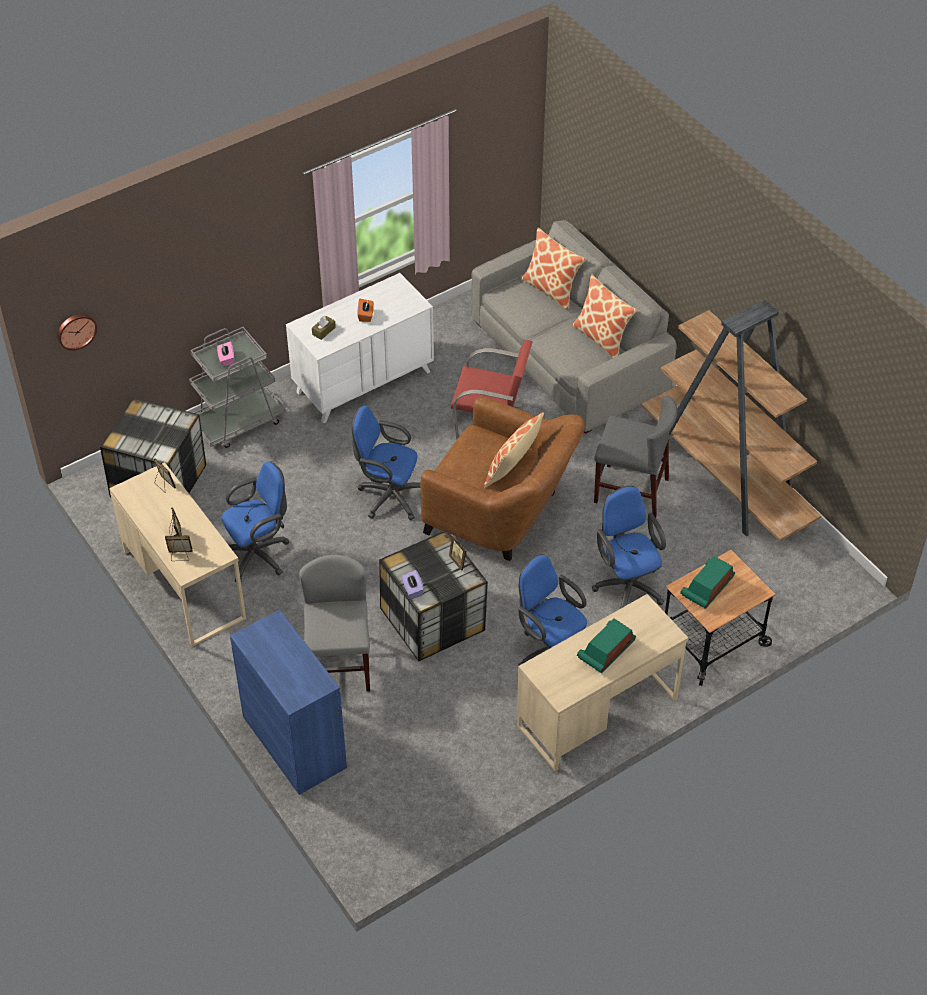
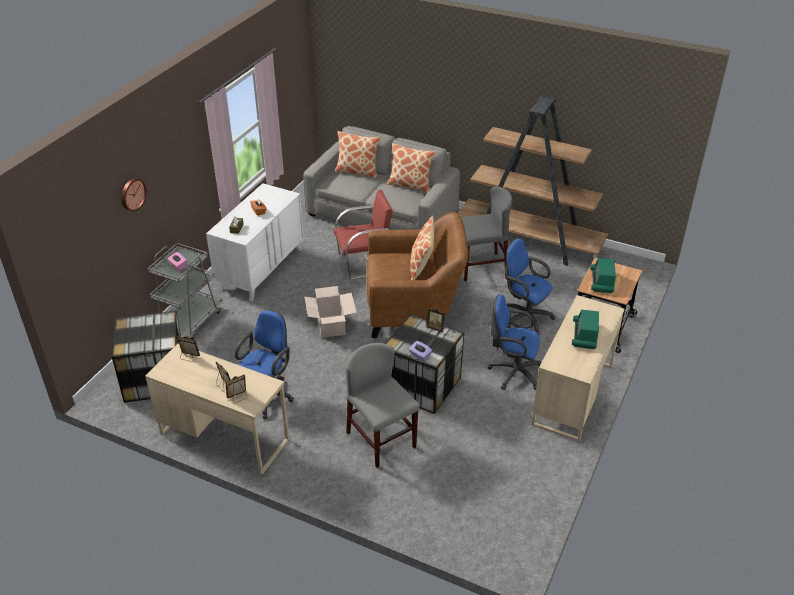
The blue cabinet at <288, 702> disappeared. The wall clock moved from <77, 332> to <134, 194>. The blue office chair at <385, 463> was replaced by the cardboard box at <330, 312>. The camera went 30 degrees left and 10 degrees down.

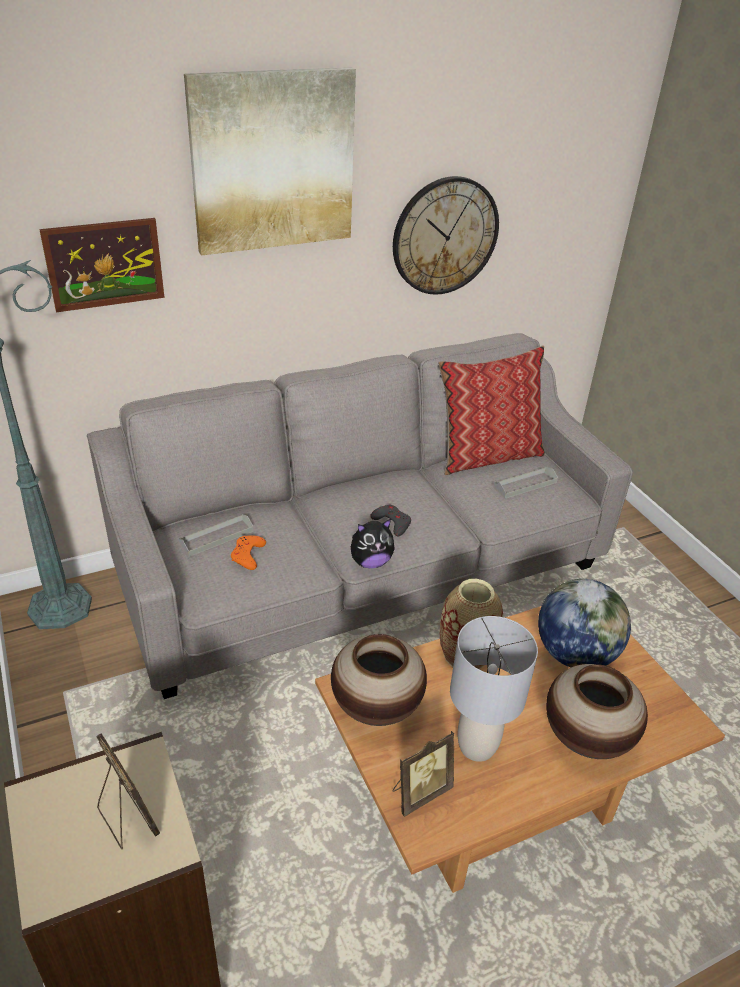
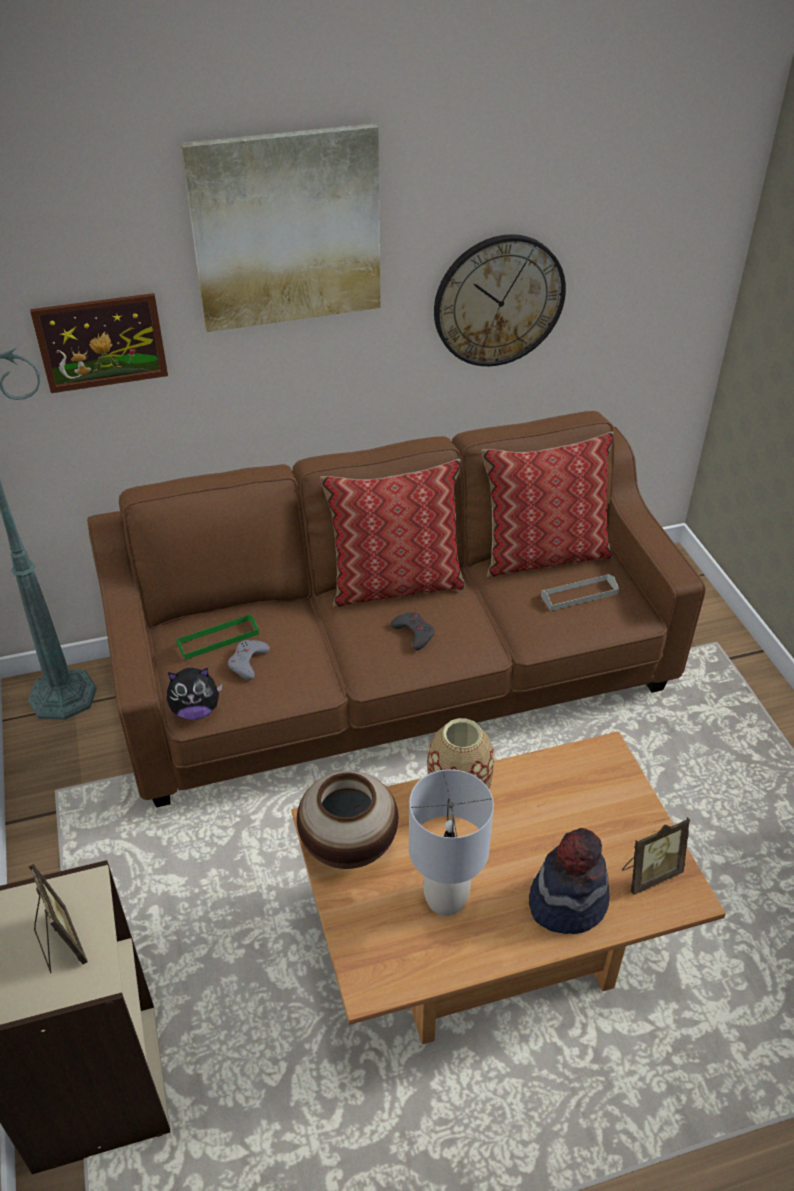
The globe at <584, 623> disappeared. The pillow at <392, 533> appeared. The plush toy moved from <373, 543> to <195, 694>. The picture frame moved from <423, 774> to <656, 856>. The vase at <597, 711> was replaced by the hat at <569, 881>. The grey sofa at <360, 516> became the brown sofa at <396, 609>. The grey tray at <215, 535> became the green tray at <217, 637>. The orange game controller at <248, 553> became the grey game controller at <249, 660>. The camera went 10 degrees right and 5 degrees up.

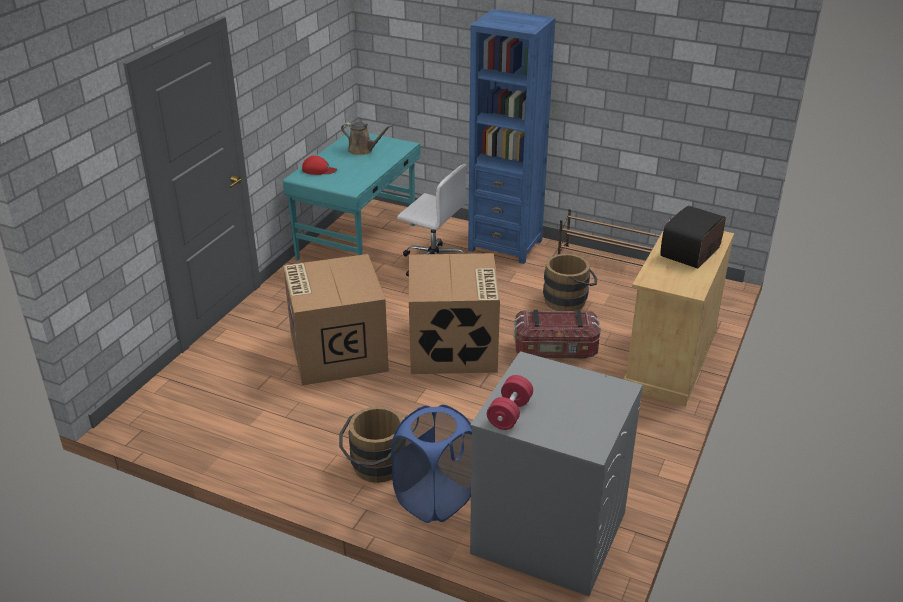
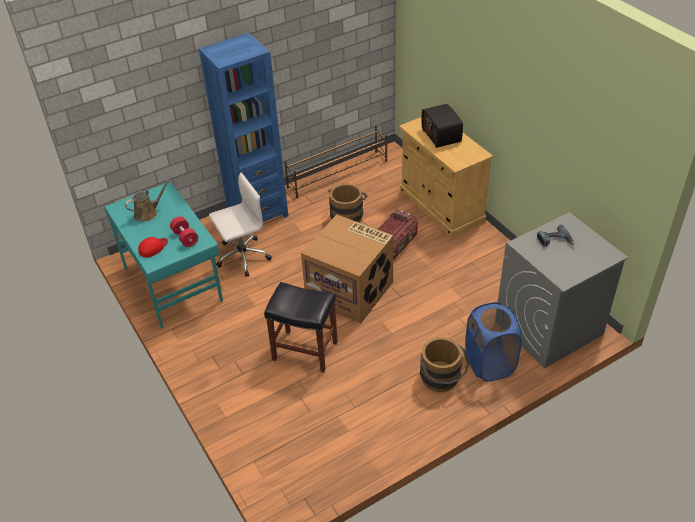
The power drill at <555, 235> appeared. The red dumbbell moved from <510, 402> to <184, 231>. The cardboard box at <336, 320> was replaced by the black stool at <301, 327>. The camera went 55 degrees left and 10 degrees up.

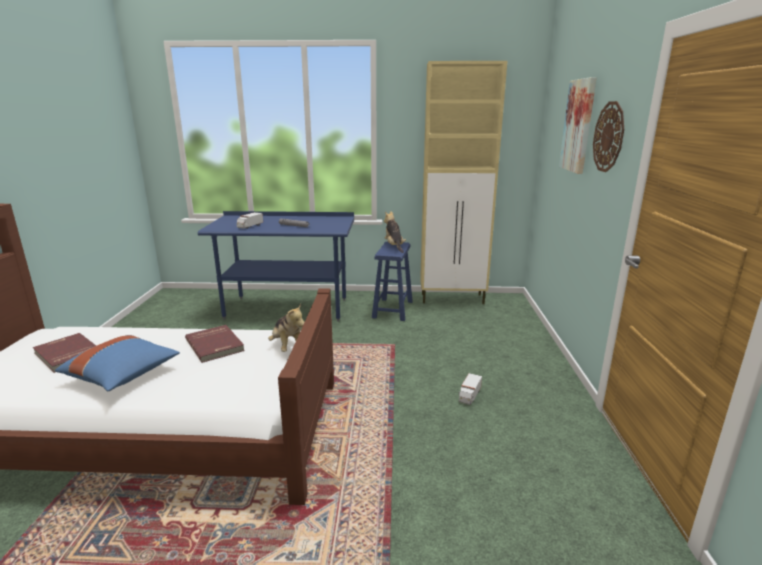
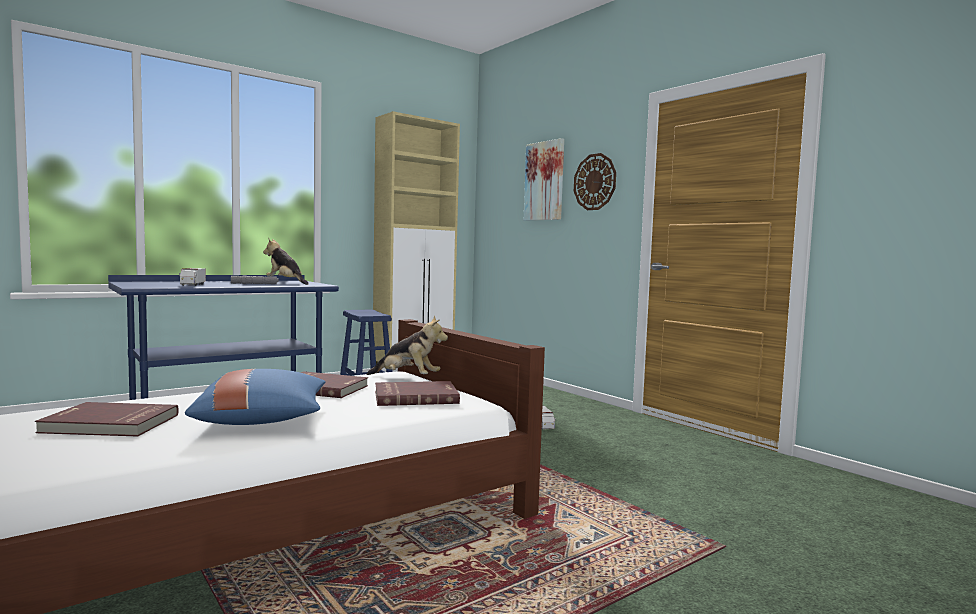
The red book at <417, 393> appeared. The plush toy moved from <395, 232> to <286, 261>. The camera went 40 degrees left and 15 degrees down.

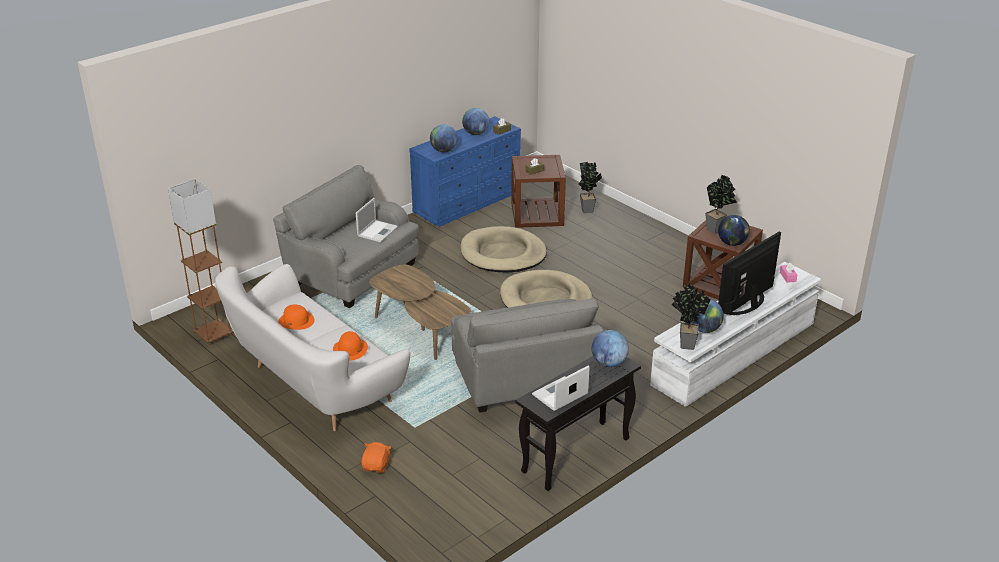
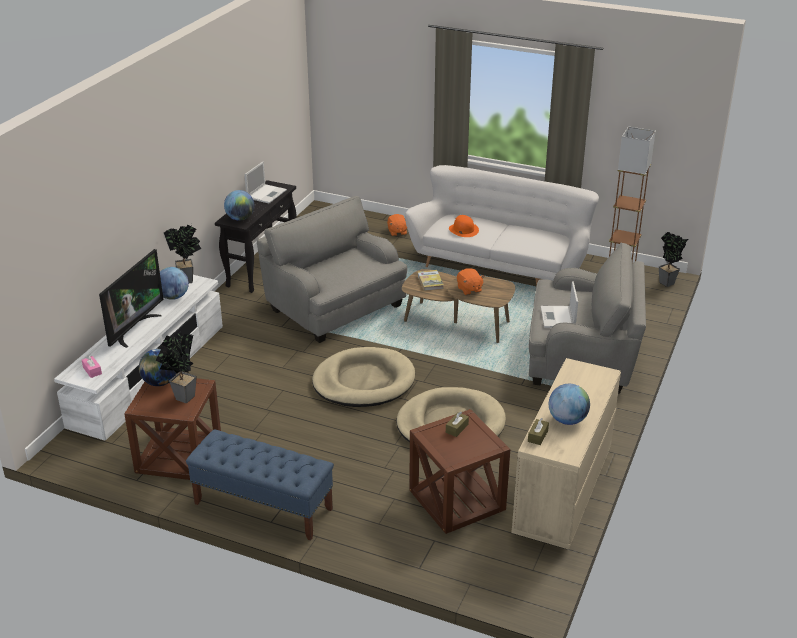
The orange hat at <296, 317> disappeared. The globe at <444, 138> disappeared. The blue bench at <260, 484> appeared. The book at <431, 280> appeared. The orange plush toy at <471, 281> appeared. The potted plant moved from <590, 187> to <673, 259>. The blue dresser at <465, 171> became the beige dresser at <566, 454>. The camera went 155 degrees right and 0 degrees up.

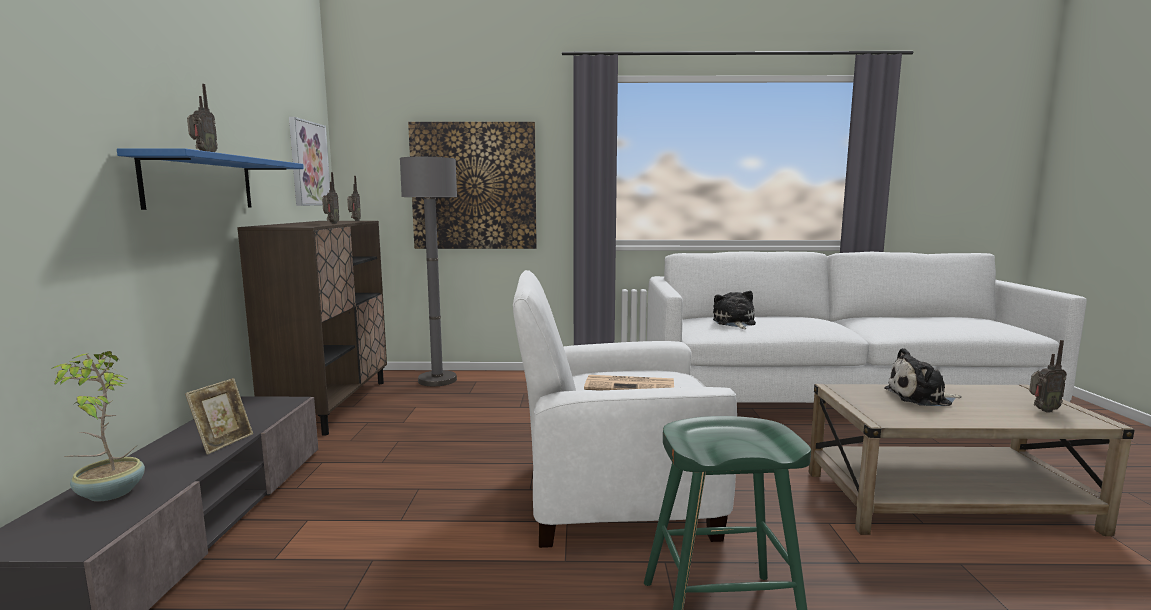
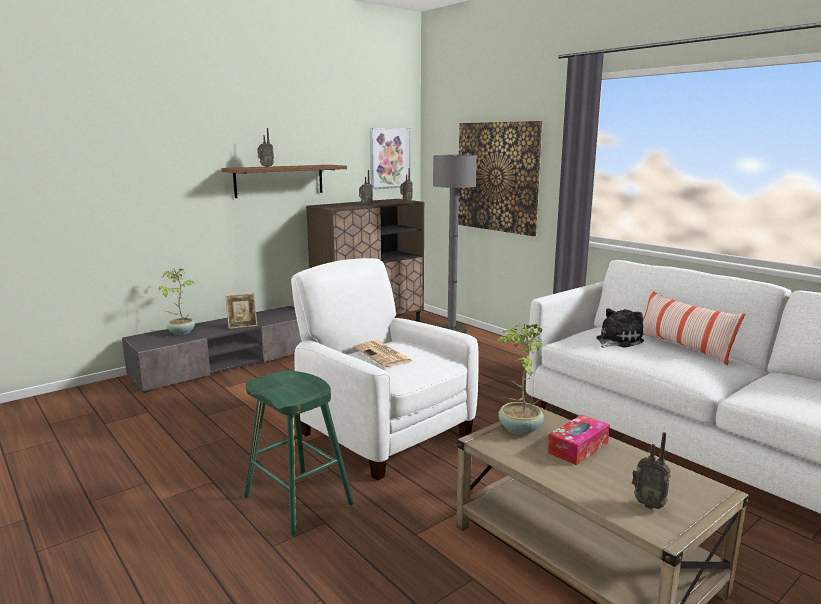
The potted plant at <520, 379> appeared. The pillow at <694, 327> appeared. The plush toy at <923, 377> was replaced by the tissue box at <579, 439>. The blue shelf at <210, 179> became the brown shelf at <284, 181>. The camera went 50 degrees right and 5 degrees up.

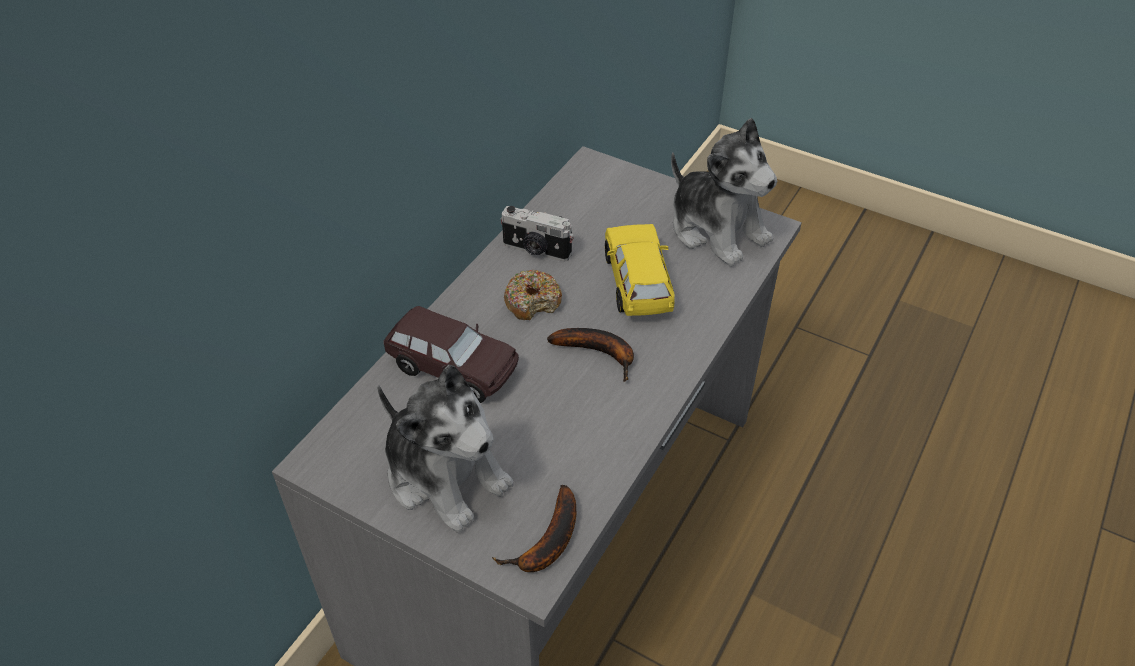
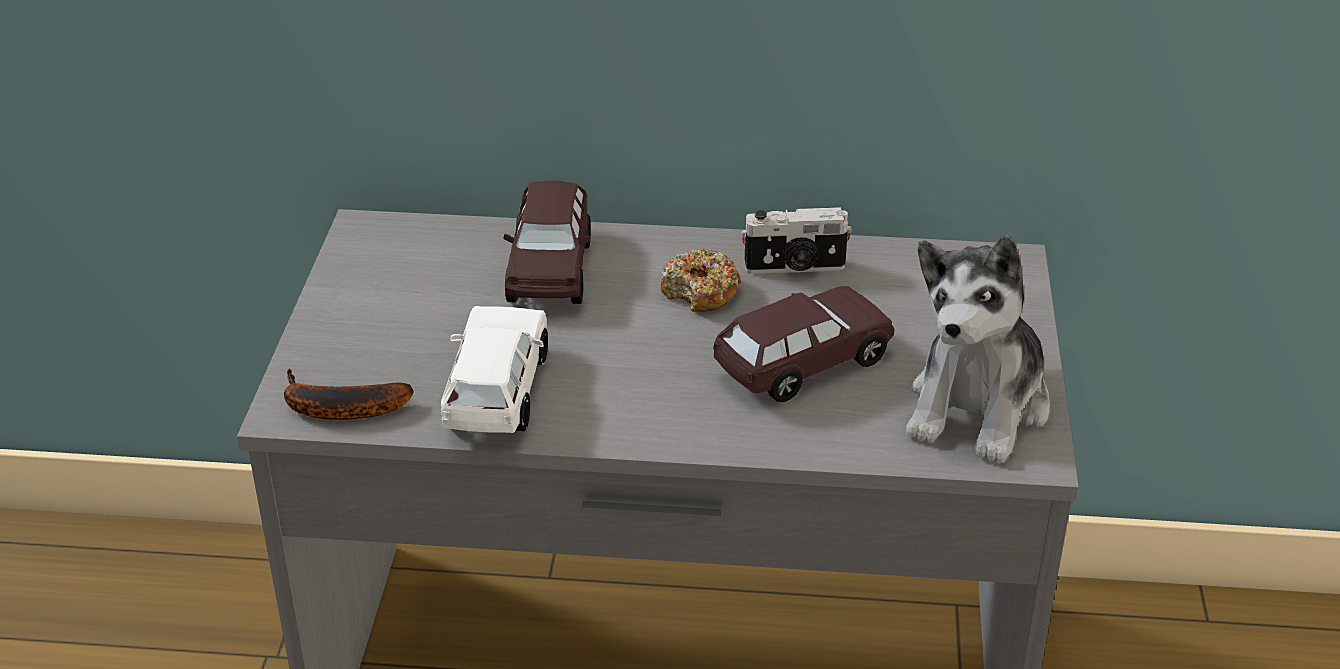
The plush toy at <445, 449> disappeared. The banana at <590, 355> disappeared. The white toy car at <494, 369> appeared. The yellow toy car at <640, 270> became the brown toy car at <804, 344>. The photo camera at <537, 234> turned 90 degrees counterclockwise. The camera went 65 degrees right and 10 degrees down.

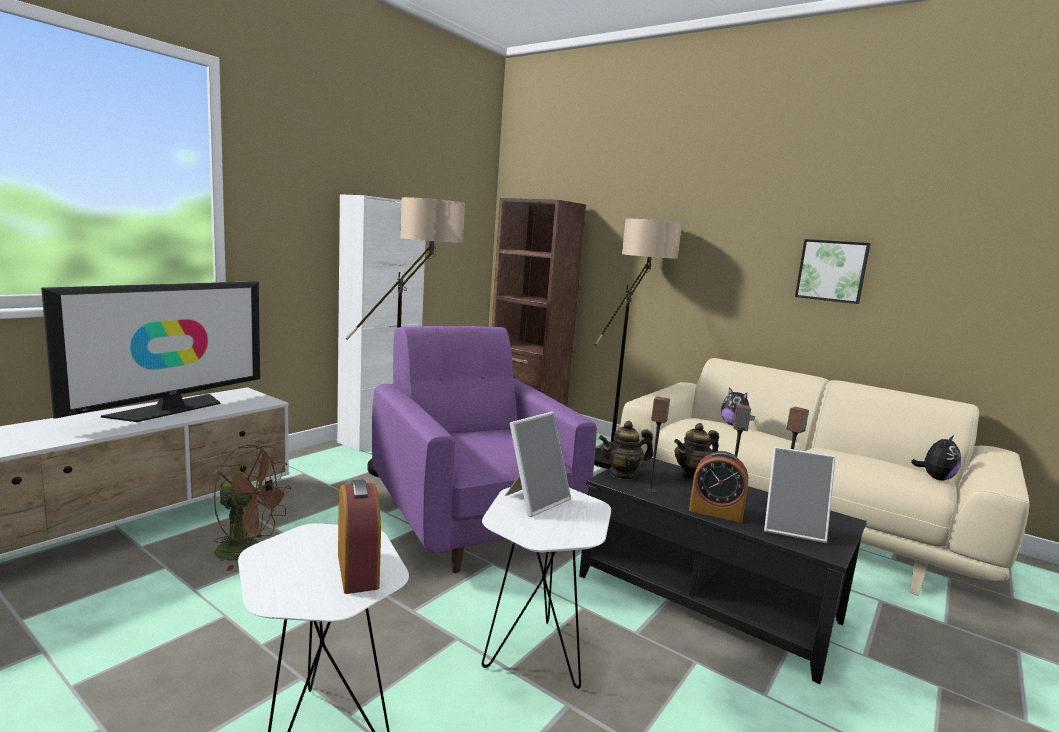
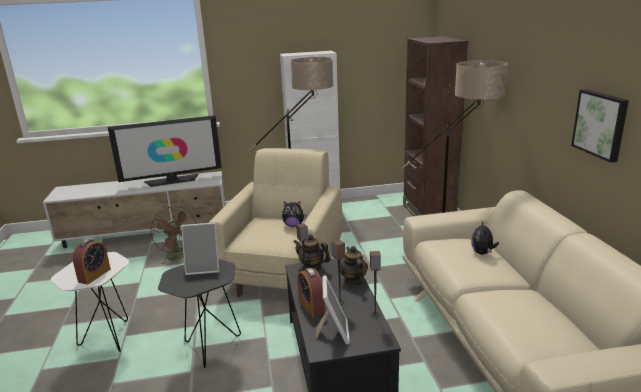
The plush toy moved from <936, 457> to <294, 214>. The purple armchair at <484, 449> became the beige armchair at <275, 222>. The white side table at <546, 588> became the black side table at <199, 314>. The teapot at <696, 452> turned 60 degrees clockwise. The picture frame at <800, 495> turned 150 degrees counterclockwise. The camera went 45 degrees right and 10 degrees up.

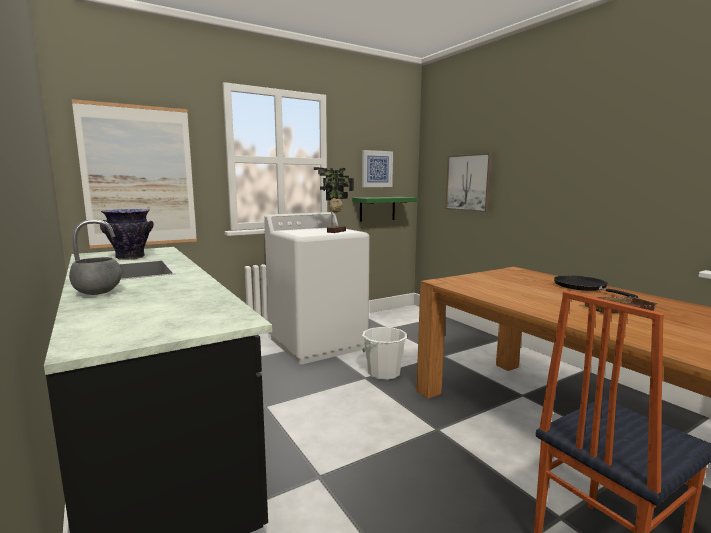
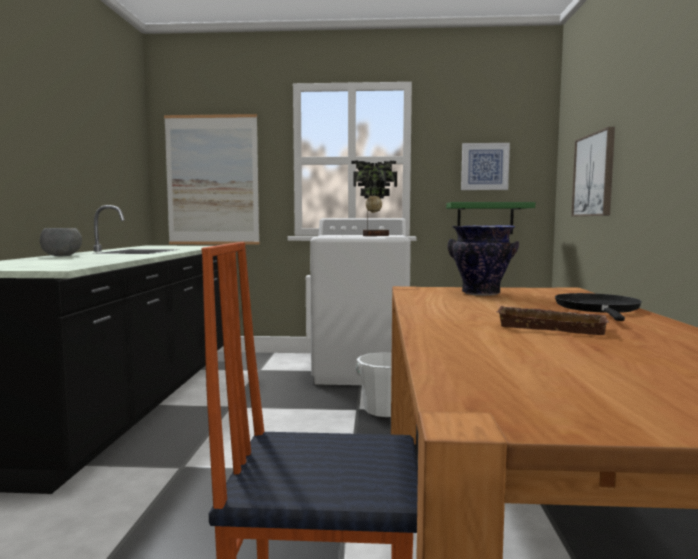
The vase moved from <127, 234> to <483, 260>. The camera went 35 degrees right and 5 degrees down.

